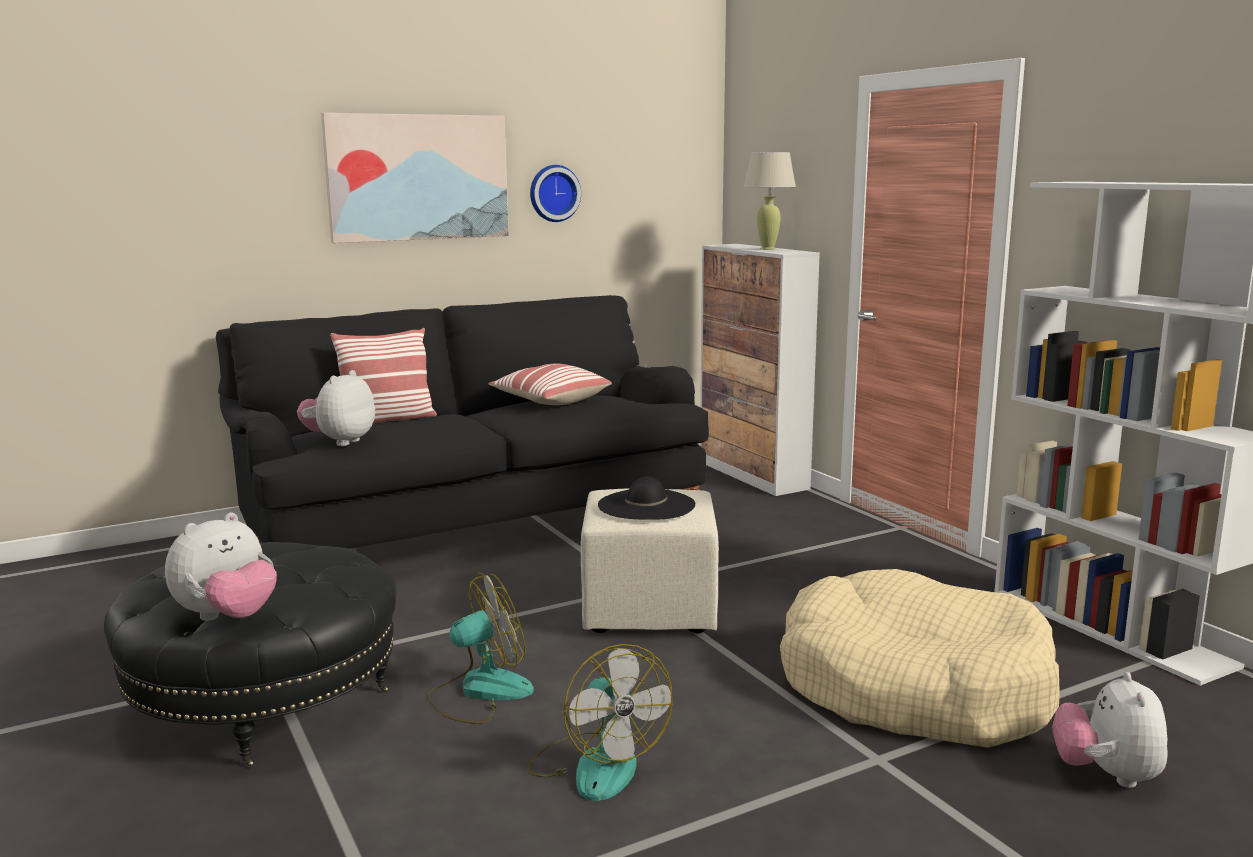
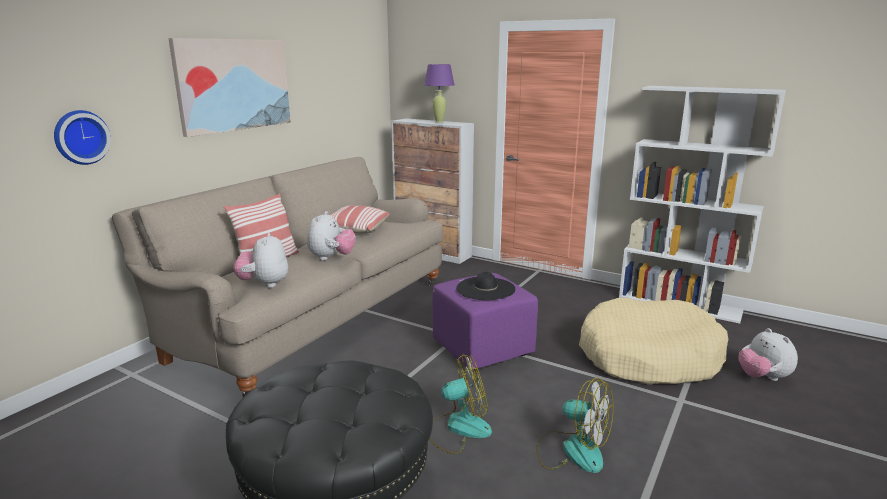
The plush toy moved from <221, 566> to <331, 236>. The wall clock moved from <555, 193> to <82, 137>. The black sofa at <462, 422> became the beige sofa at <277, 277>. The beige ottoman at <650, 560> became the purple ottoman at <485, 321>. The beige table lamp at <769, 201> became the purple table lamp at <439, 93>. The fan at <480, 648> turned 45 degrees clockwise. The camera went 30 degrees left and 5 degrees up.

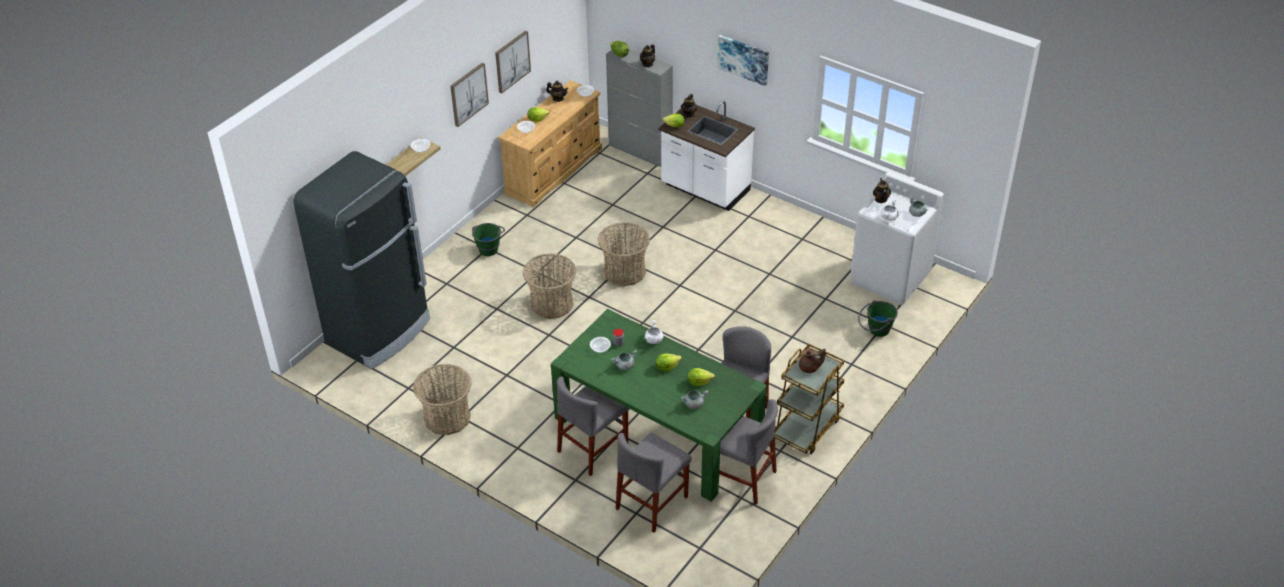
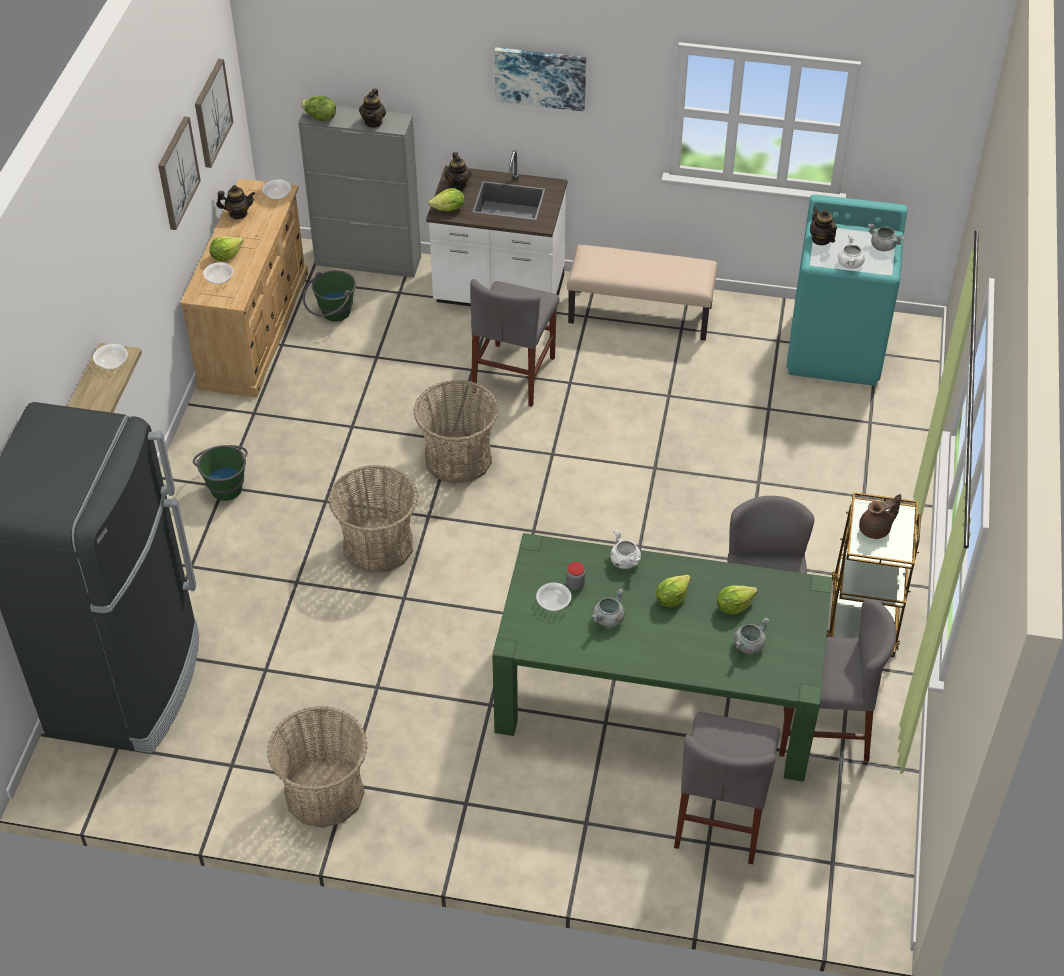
The beige bench at <642, 293> appeared. The picture moved from <469, 95> to <214, 113>. The grey chair moved from <593, 426> to <515, 343>. The green bucket moved from <878, 318> to <329, 295>. The white washing machine at <897, 238> became the turquoise washing machine at <847, 290>. The camera went 25 degrees left and 5 degrees up.

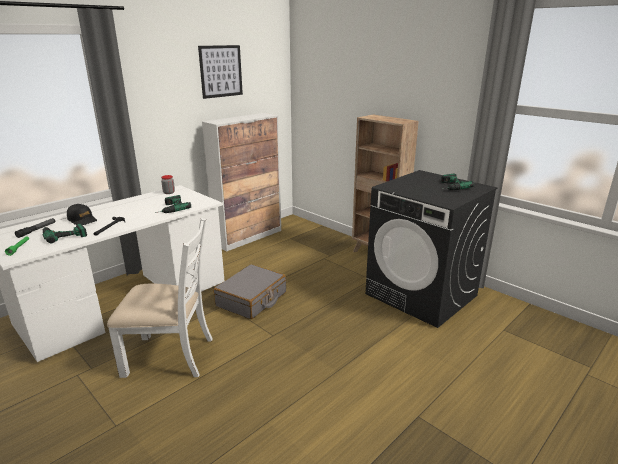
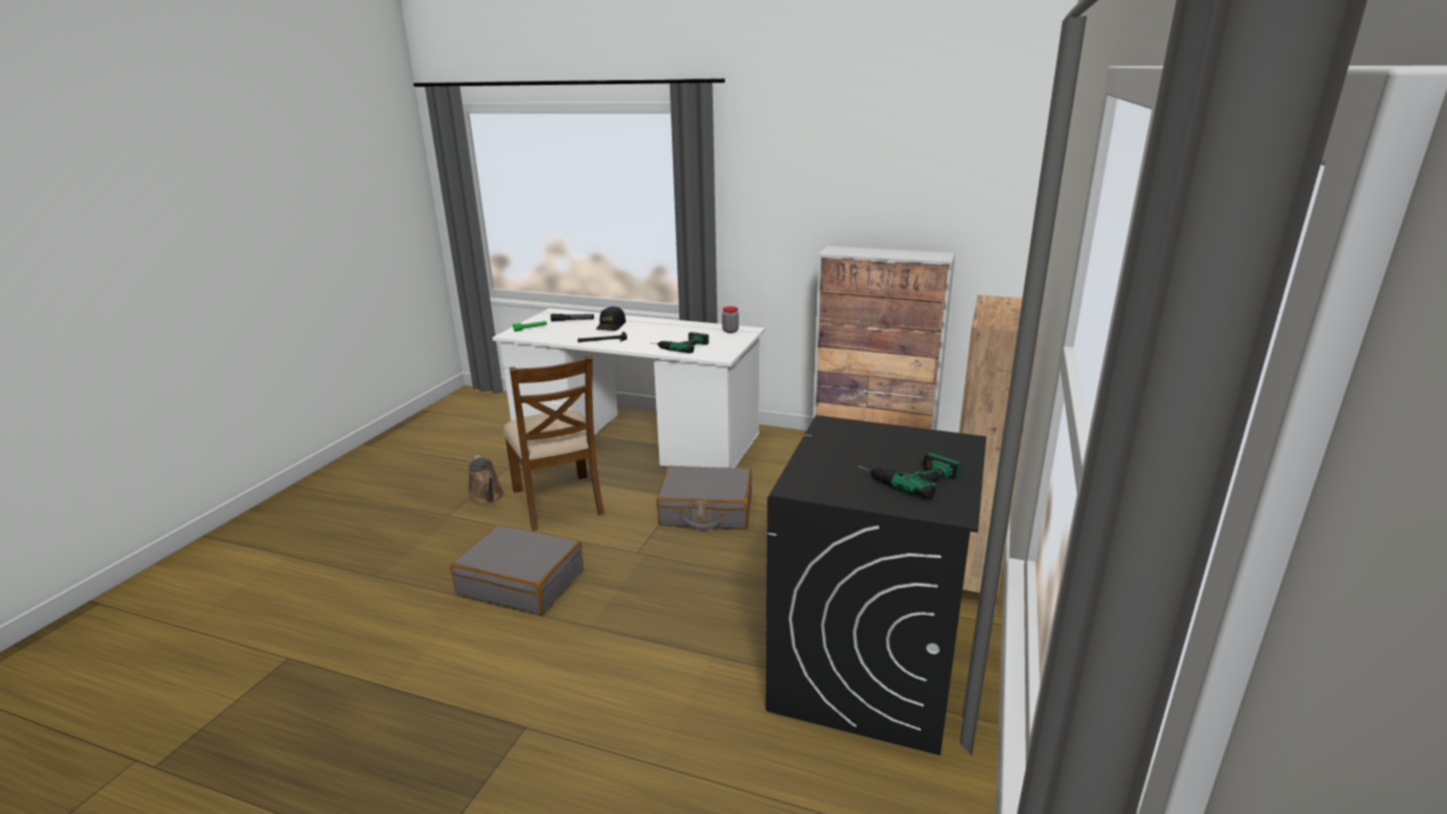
The power drill at <65, 233> disappeared. The picture at <220, 72> disappeared. The grey suitcase at <516, 570> appeared. The brown watering can at <486, 480> appeared. The white chair at <160, 298> became the brown chair at <553, 443>. The camera went 65 degrees right and 0 degrees up.

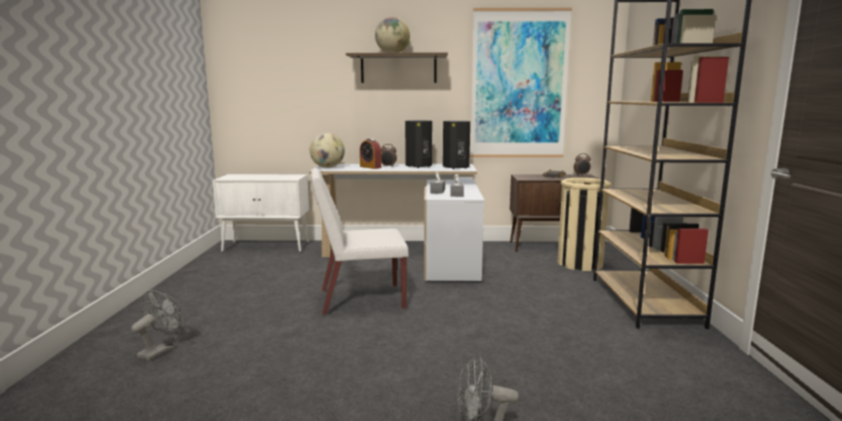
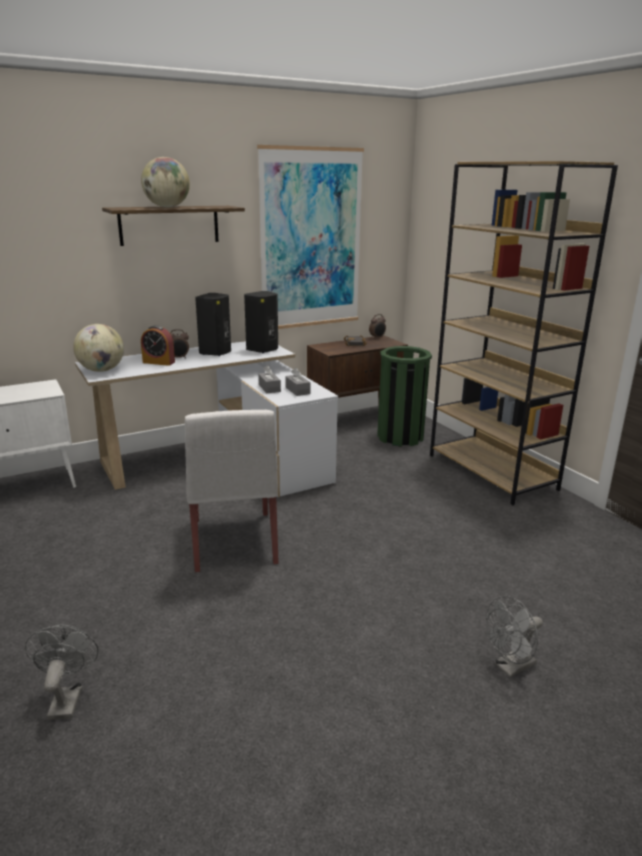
The beige trash can at <584, 224> became the green trash can at <404, 396>. The white chair at <360, 241> turned 60 degrees counterclockwise. The camera went 30 degrees left and 10 degrees up.

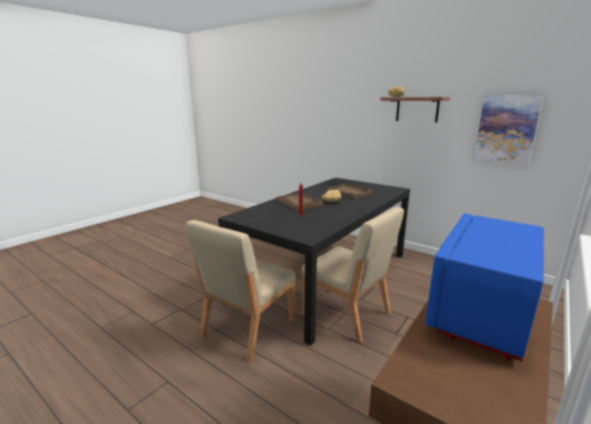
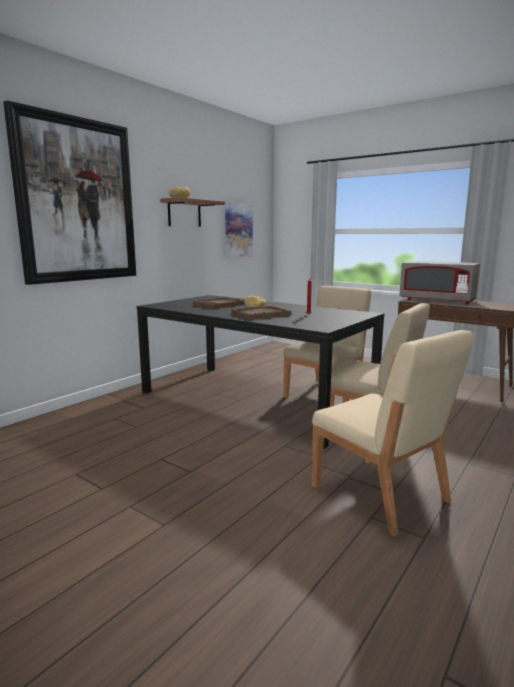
The picture at <69, 193> appeared. The beige chair at <393, 433> appeared. The blue microwave at <484, 288> became the grey microwave at <439, 282>. The camera went 90 degrees left and 5 degrees down.

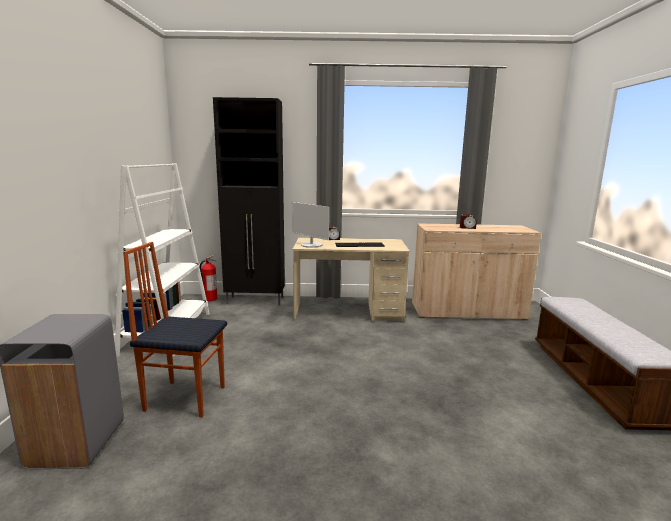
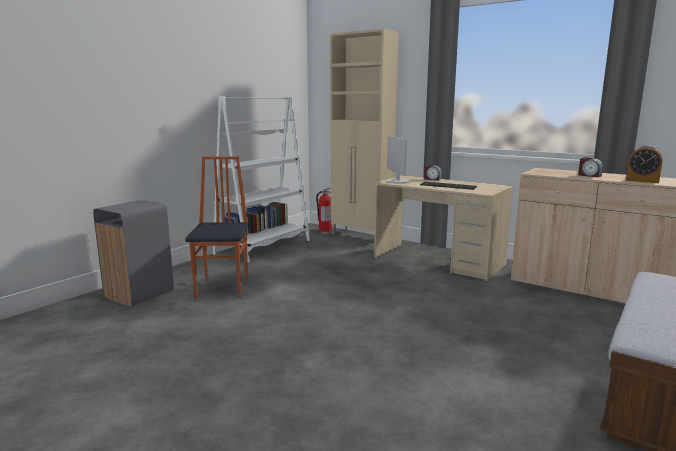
The alarm clock at <644, 164> appeared. The black cabinet at <249, 201> became the beige cabinet at <364, 132>. The chair at <175, 329> turned 45 degrees clockwise. The camera went 35 degrees right and 0 degrees up.

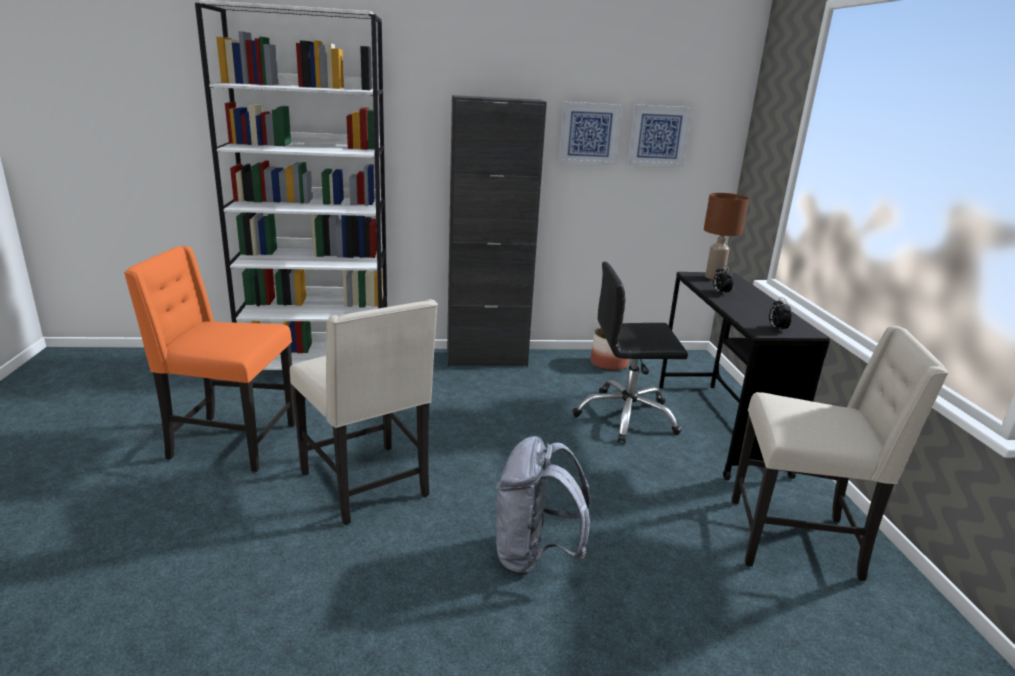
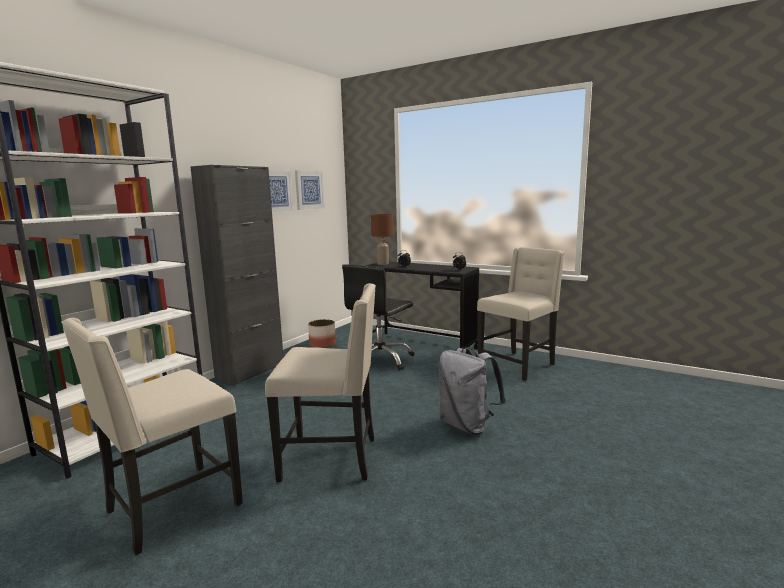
The orange chair at <210, 359> became the beige chair at <152, 436>. The camera went 50 degrees left and 10 degrees down.

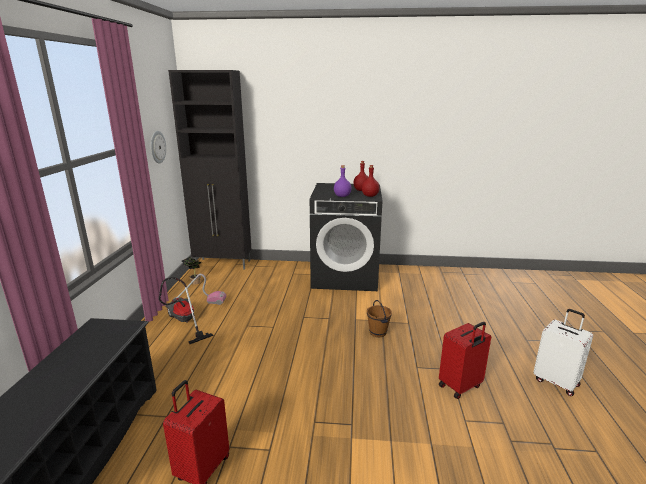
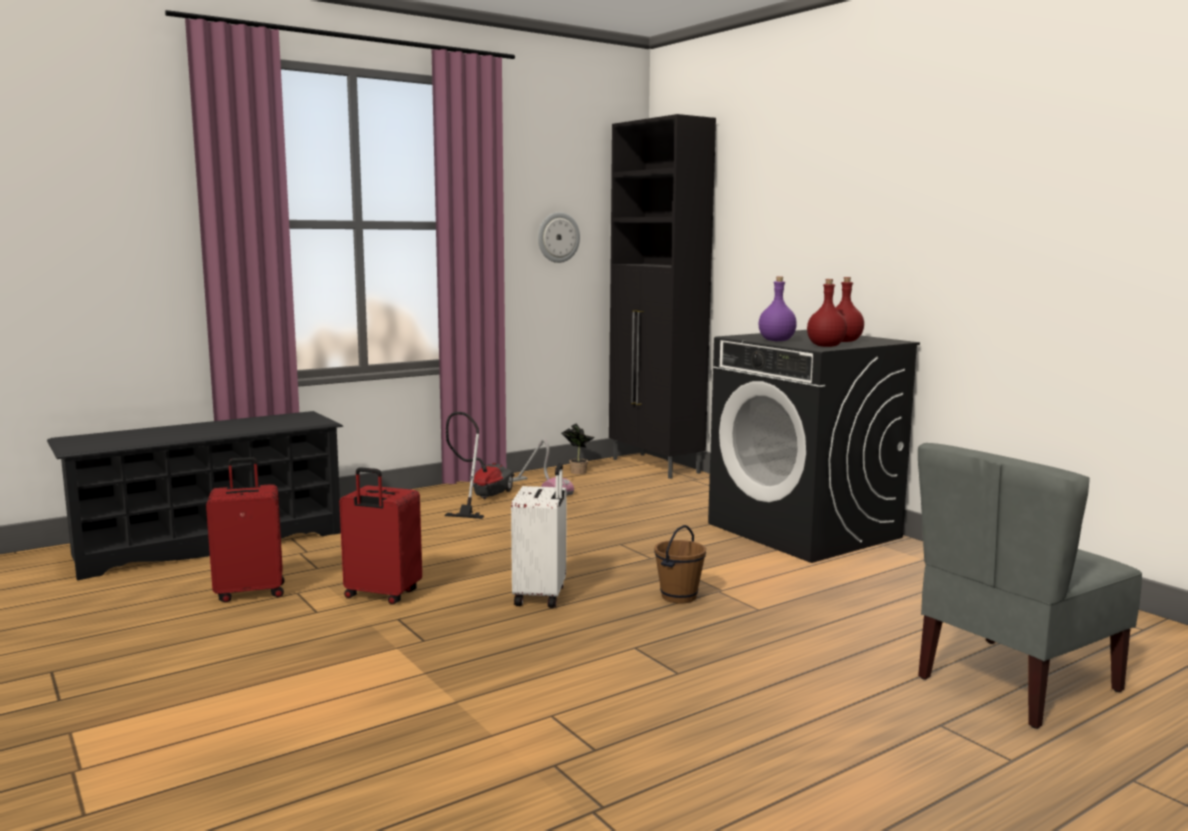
The grey chair at <1030, 586> appeared. The red suitcase moved from <465, 360> to <380, 536>. The white suitcase moved from <563, 352> to <538, 535>. The camera went 50 degrees right and 10 degrees down.

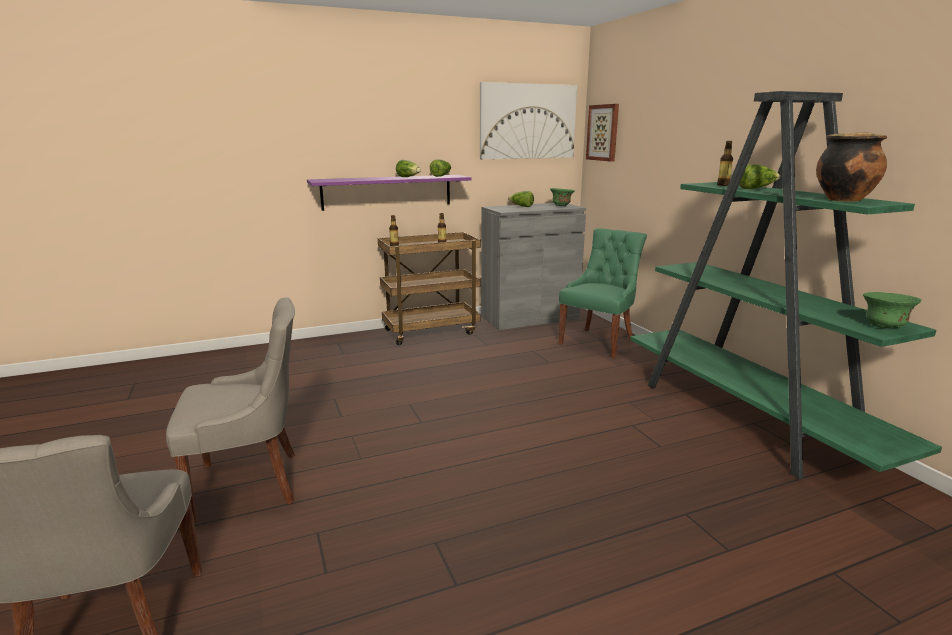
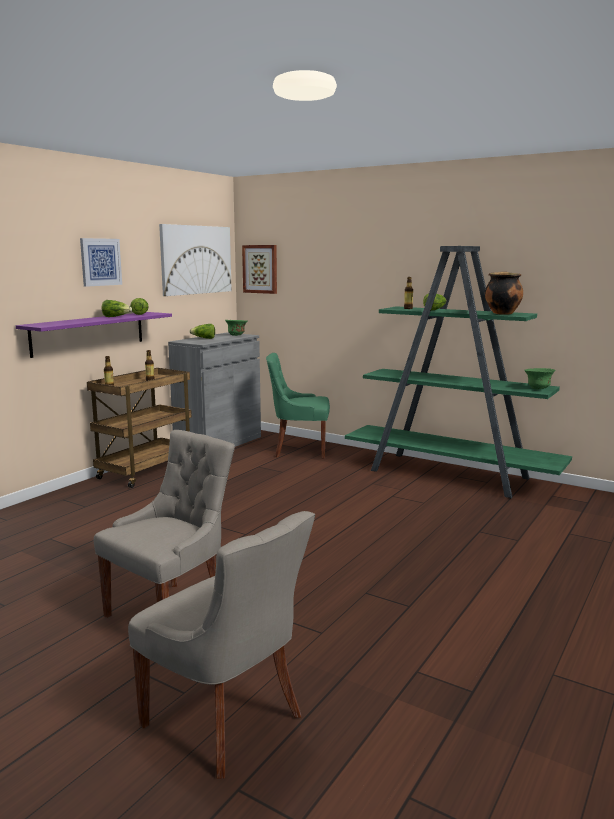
The picture at <101, 262> appeared. The green chair at <603, 292> turned 90 degrees counterclockwise. The camera went 35 degrees left and 5 degrees down.

